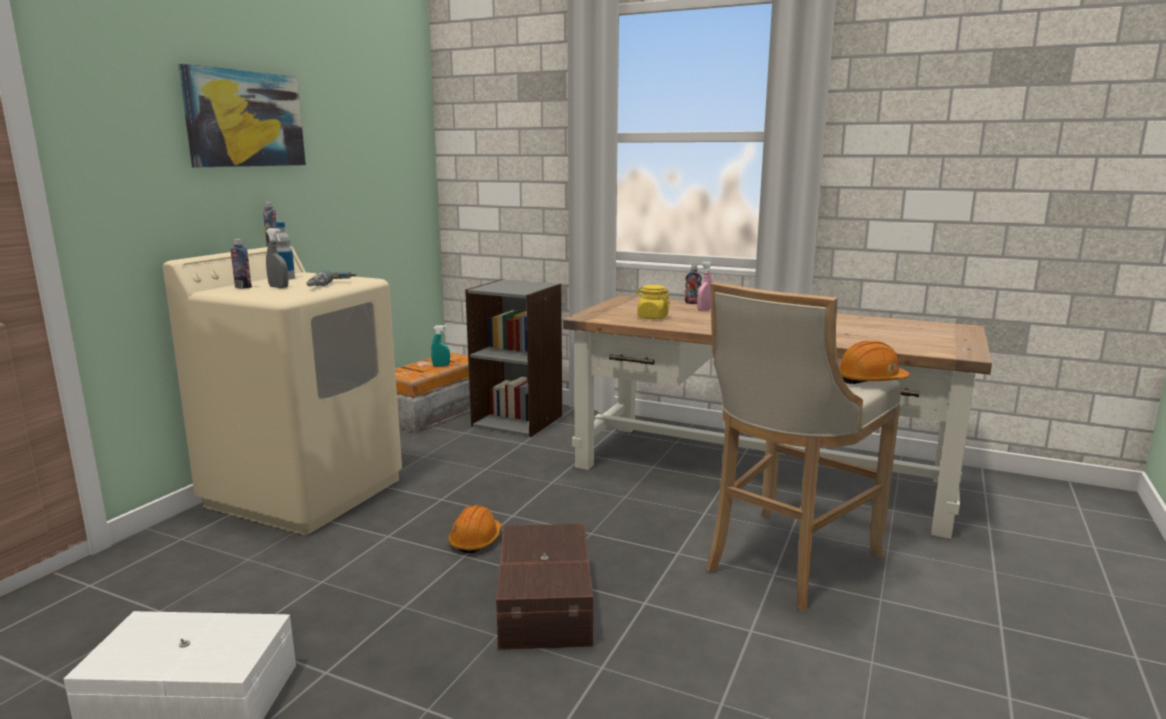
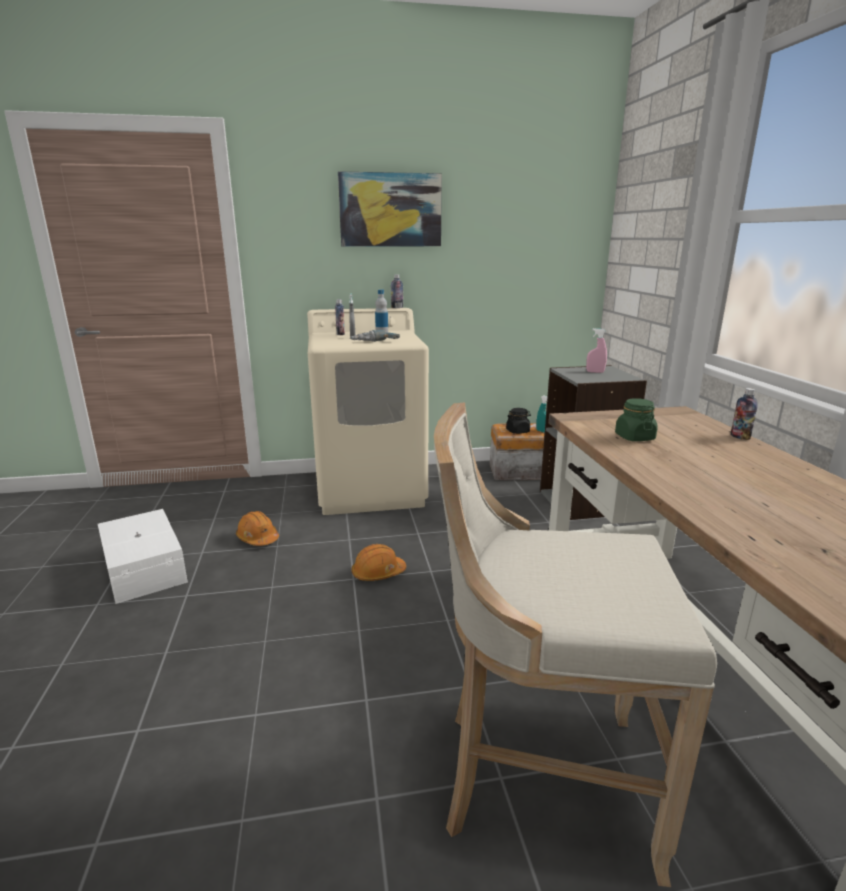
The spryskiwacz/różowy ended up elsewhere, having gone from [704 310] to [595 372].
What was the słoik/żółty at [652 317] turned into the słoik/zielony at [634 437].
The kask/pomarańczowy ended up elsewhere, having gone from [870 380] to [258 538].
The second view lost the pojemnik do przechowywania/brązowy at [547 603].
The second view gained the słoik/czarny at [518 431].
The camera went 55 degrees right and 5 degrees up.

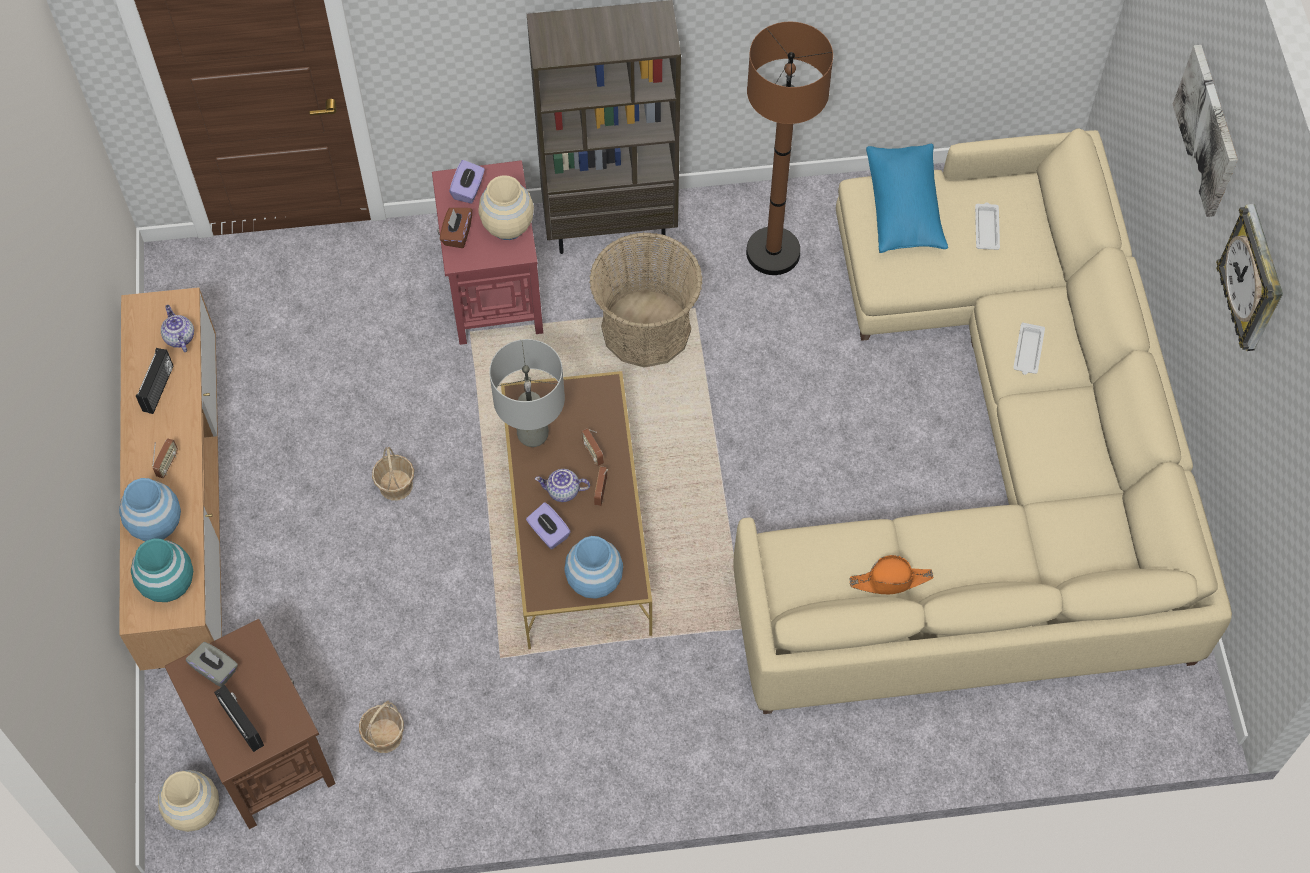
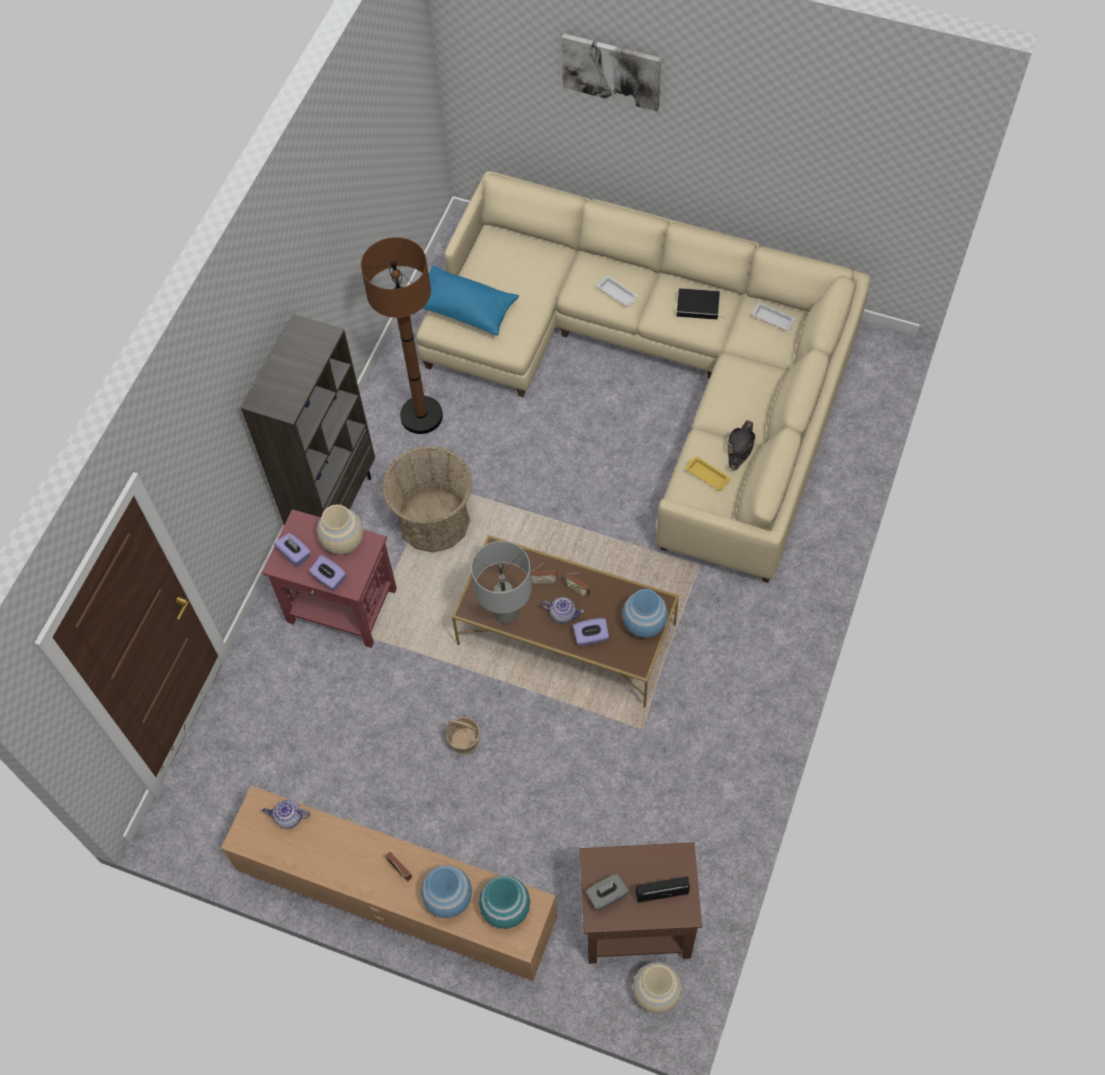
The taca/biały ended up elsewhere, having gone from [986 228] to [772 318].
The second view lost the zegar ścienny at [1253 281].
What was the pudełko chusteczek/brązowy at [457 234] turned into the pudełko chusteczek/fioletowy at [329 578].
The second view lost the radio at [159 389].
The imbryk at [563 492] ended up facing another way, 105 degrees counterclockwise from before.
What was the kapelusz/pomarańczowy at [891 580] turned into the kapelusz/czarny at [740 447].
The second view lost the koszyk at [384 736].
The second view gained the książka at [699 306].
The second view gained the taca/żółty at [706 474].
The camera went 60 degrees left and 0 degrees up.

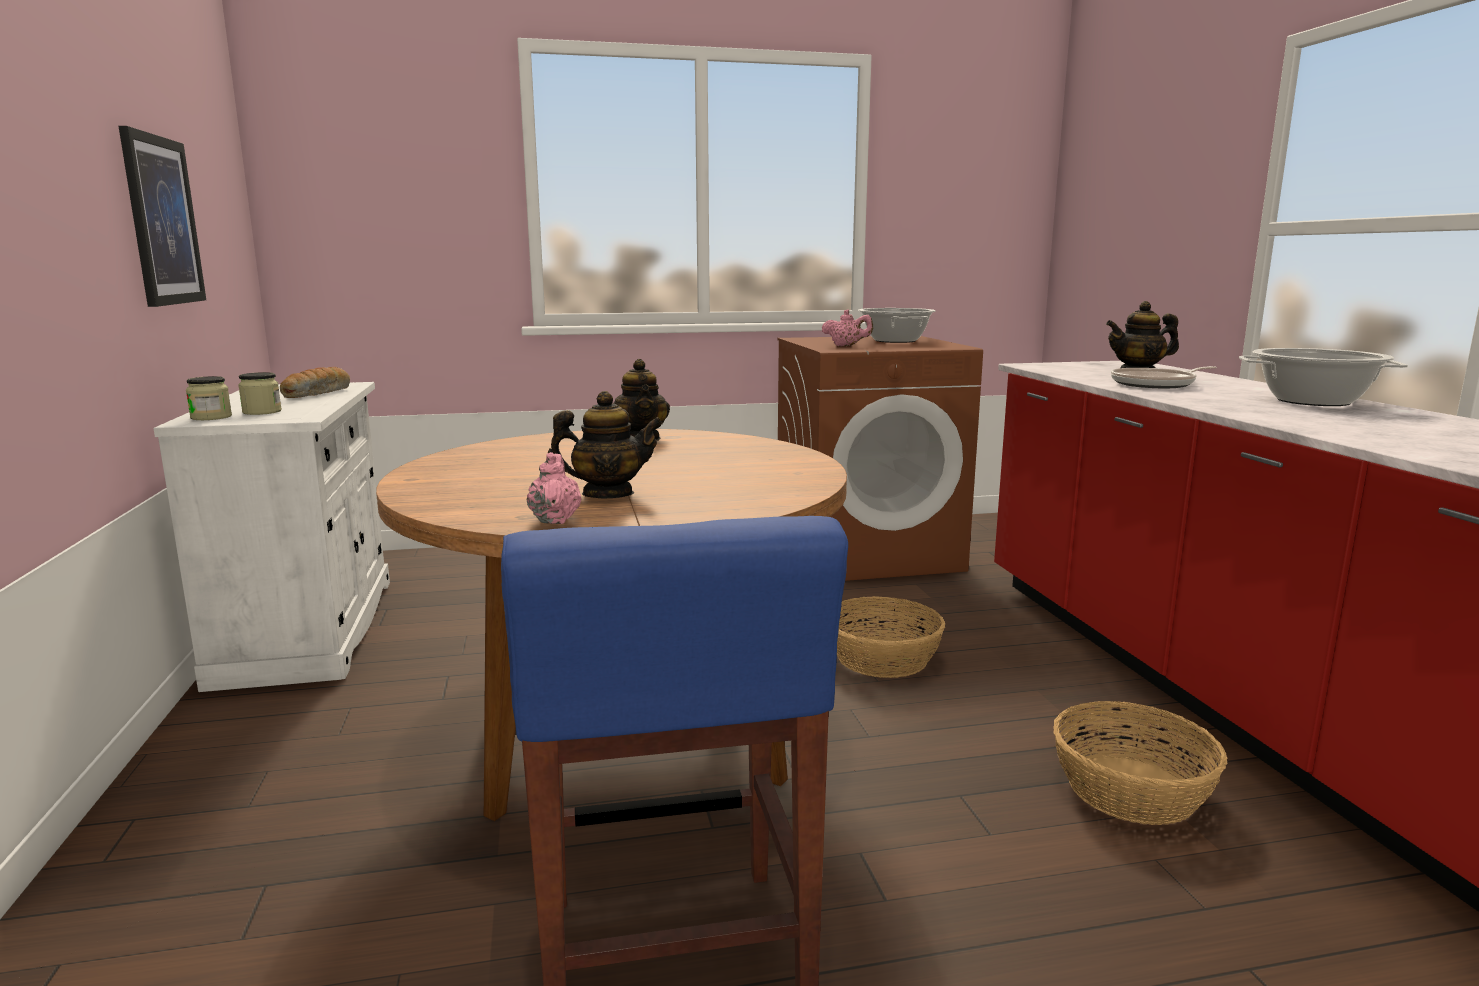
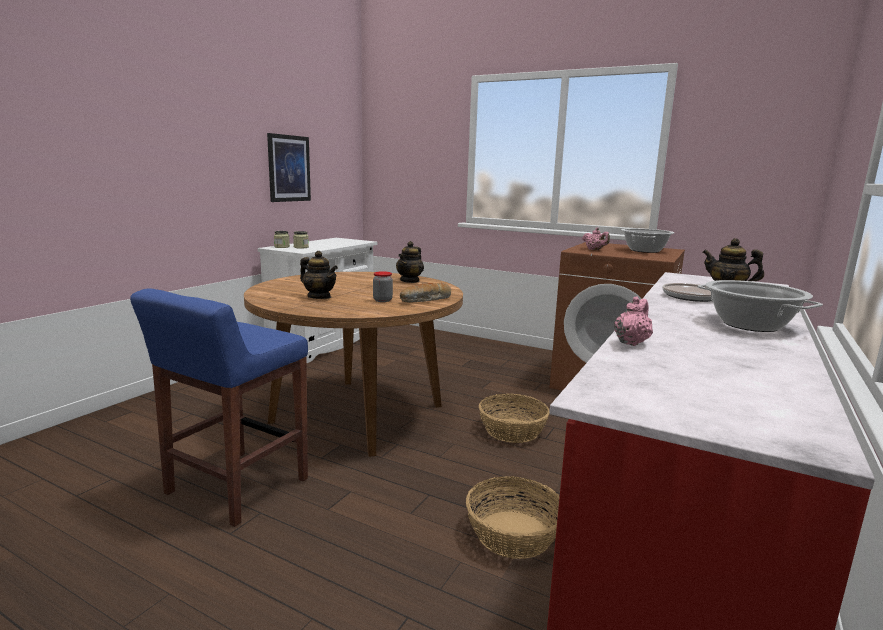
The chleb ended up elsewhere, having gone from [318 394] to [426 300].
The imbryk/różowy ended up elsewhere, having gone from [555 520] to [631 342].
The second view gained the słoik at [382 300].
The camera went 40 degrees right and 0 degrees up.

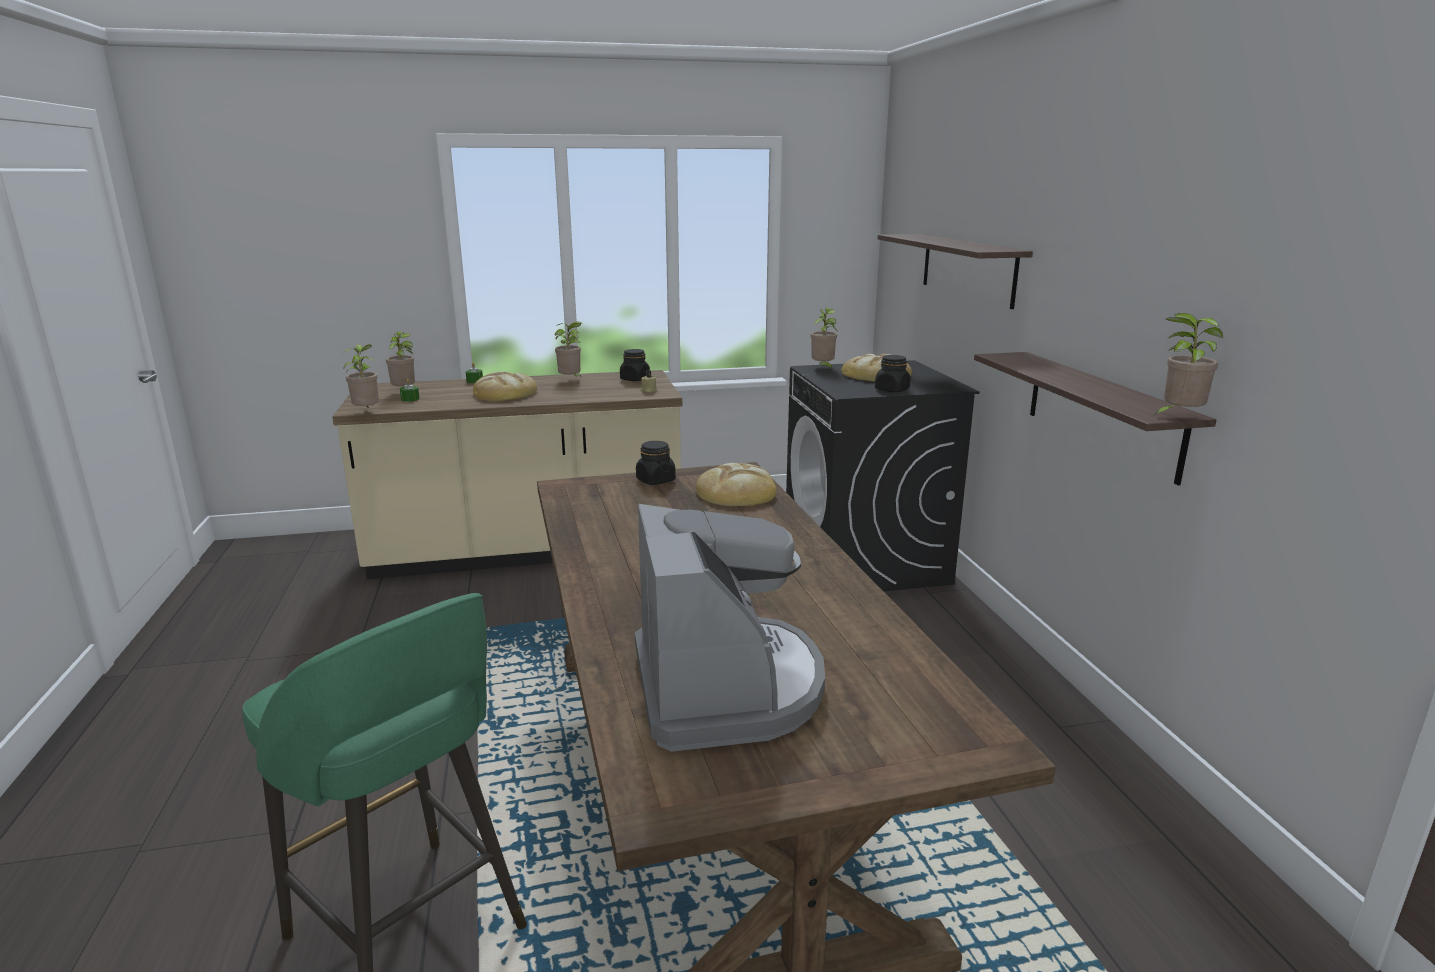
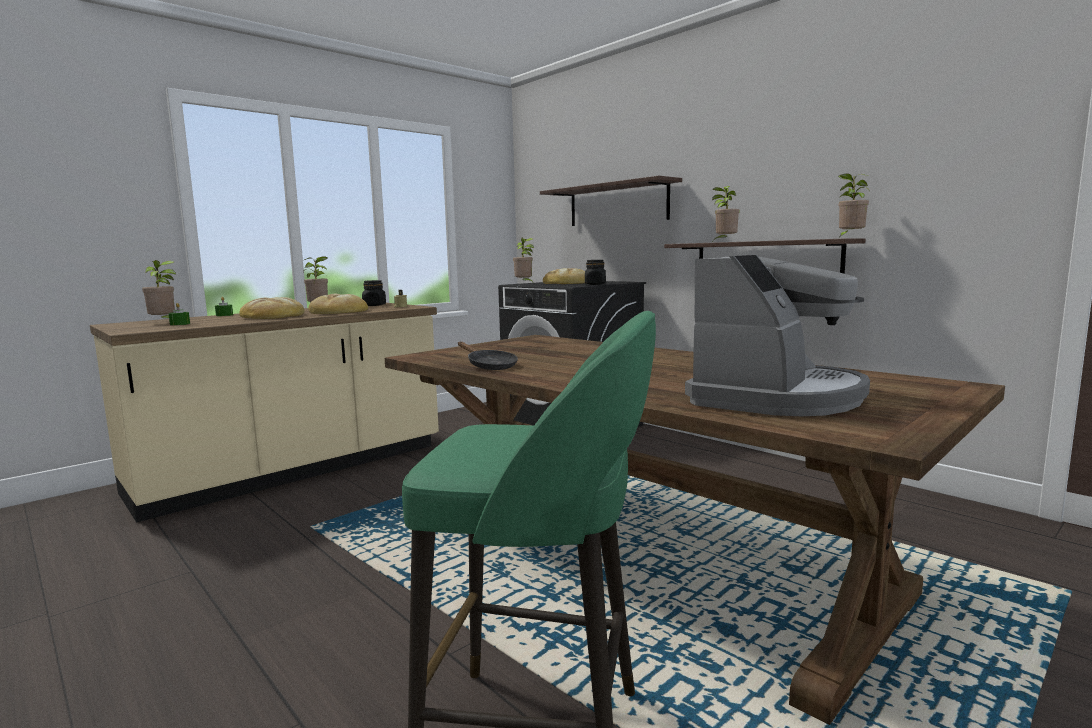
The roślina doniczkowa ended up elsewhere, having gone from [367 412] to [724 242].
The second view lost the słoik/czarny at [655 480].
The chleb ended up elsewhere, having gone from [737 492] to [339 311].
The ekspres do kawy at [726 686] ended up facing another way, 75 degrees clockwise from before.
The second view gained the patelnia/czarny at [489 366].
The camera went 30 degrees left and 10 degrees down.

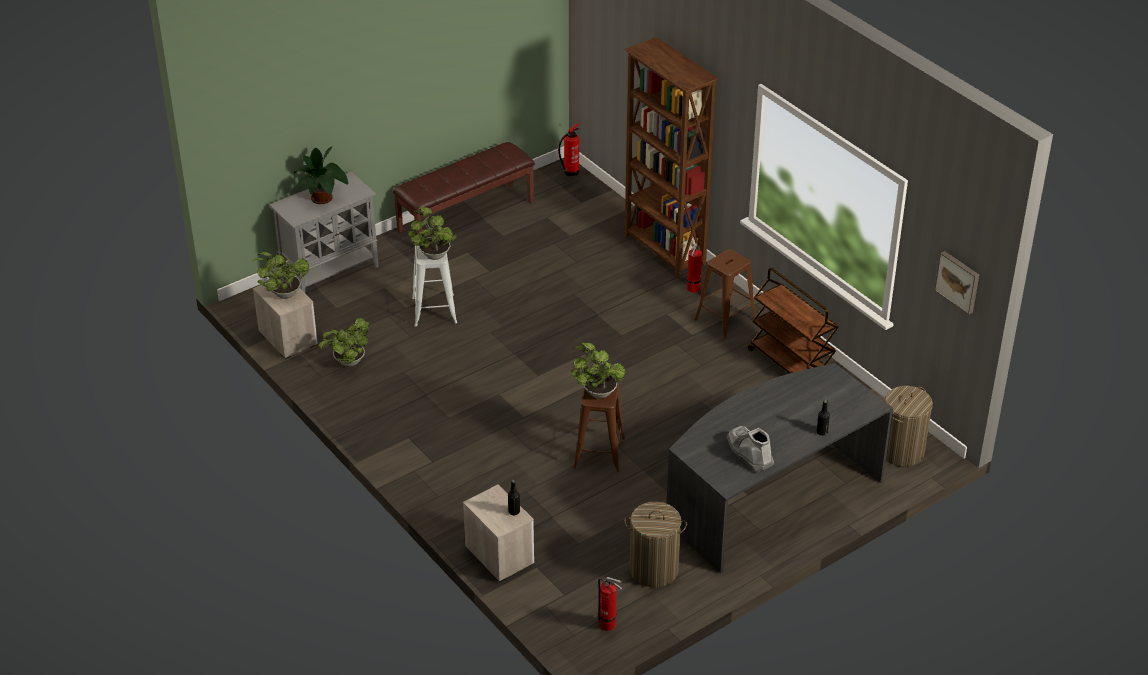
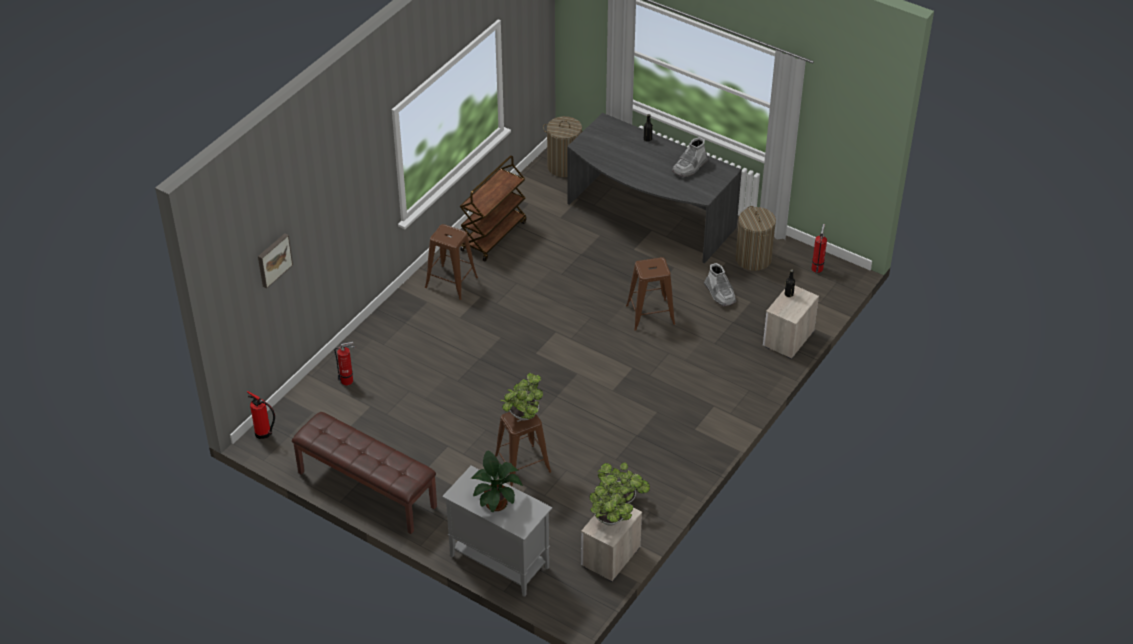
The second view lost the regał/brązowy at [664 251].
The gaśnica ended up elsewhere, having gone from [693 289] to [348 380].
What was the stołek/biały at [434 310] turned into the stołek/brązowy at [522 466].
The obraz ended up elsewhere, having gone from [958 281] to [273 259].
The second view lost the roślina doniczkowa at [597 391].
The second view gained the but z cholewką/szary at [720 294].
The camera went 110 degrees left and 5 degrees up.

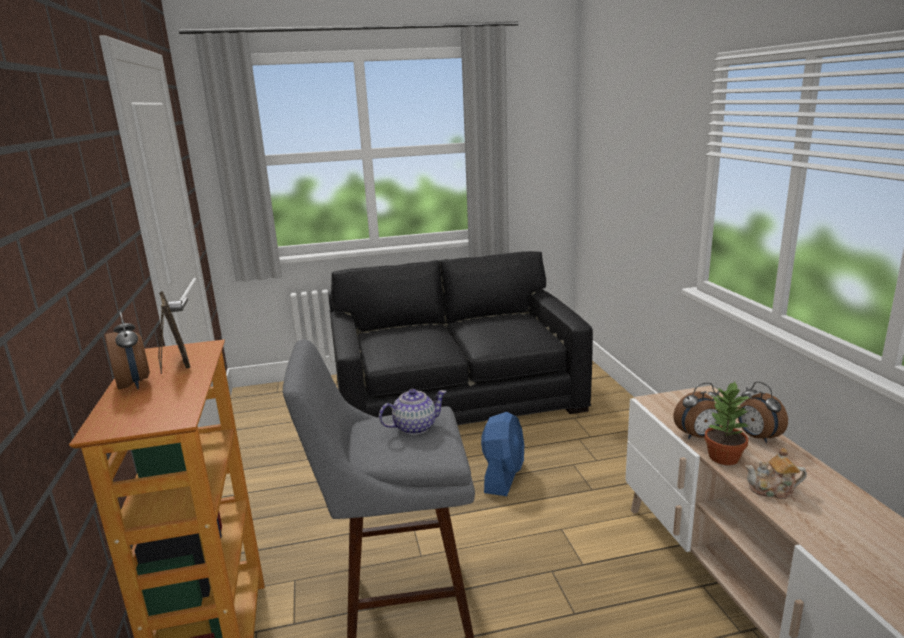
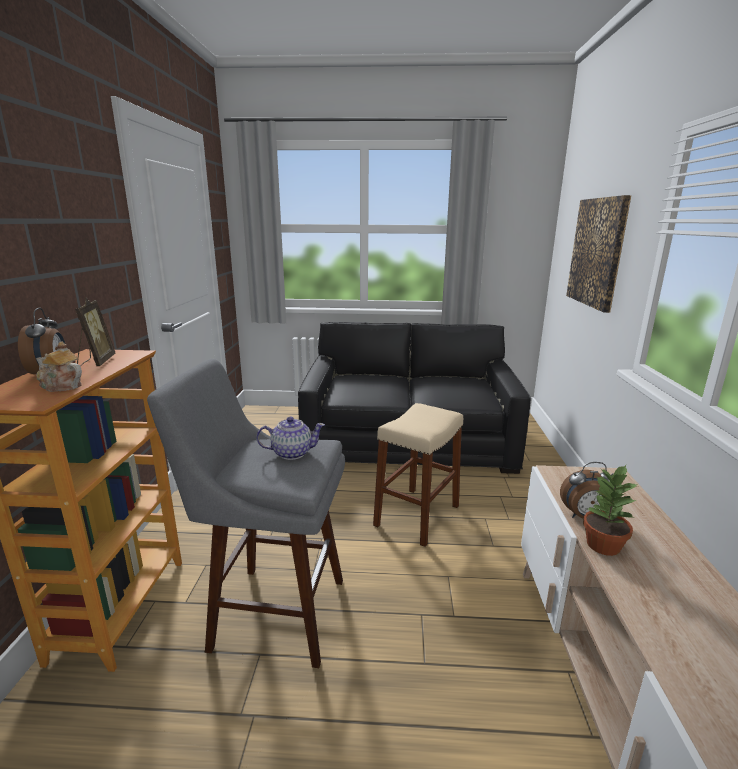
The second view lost the budzik at [757 437].
Where the wentylator/niebieski stood at [503 476], the stołek/beżowy came to stand at [417 515].
The imbryk ended up elsewhere, having gone from [773 490] to [61 386].
The second view gained the obraz at [597 252].
The camera went 15 degrees right and 0 degrees up.

